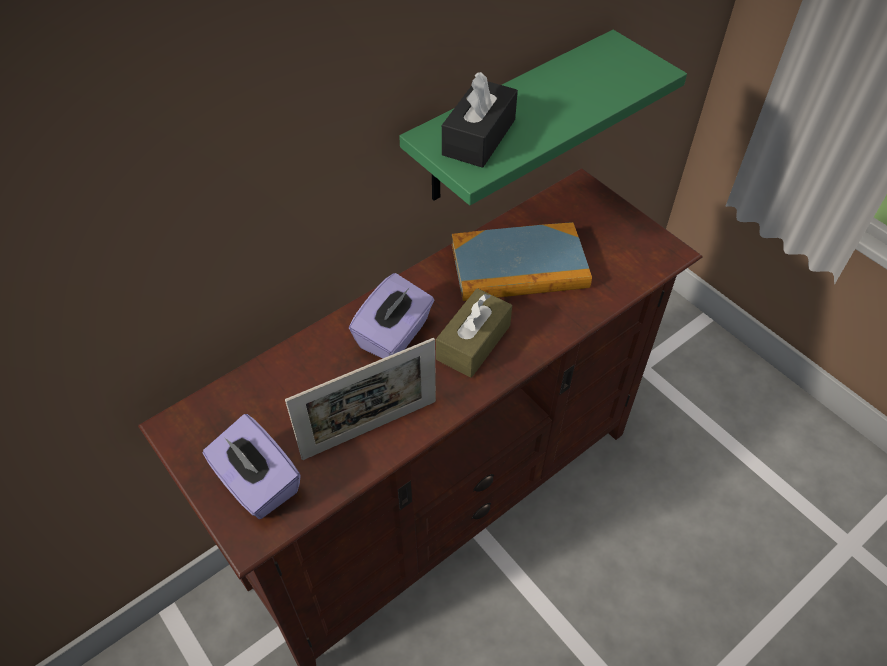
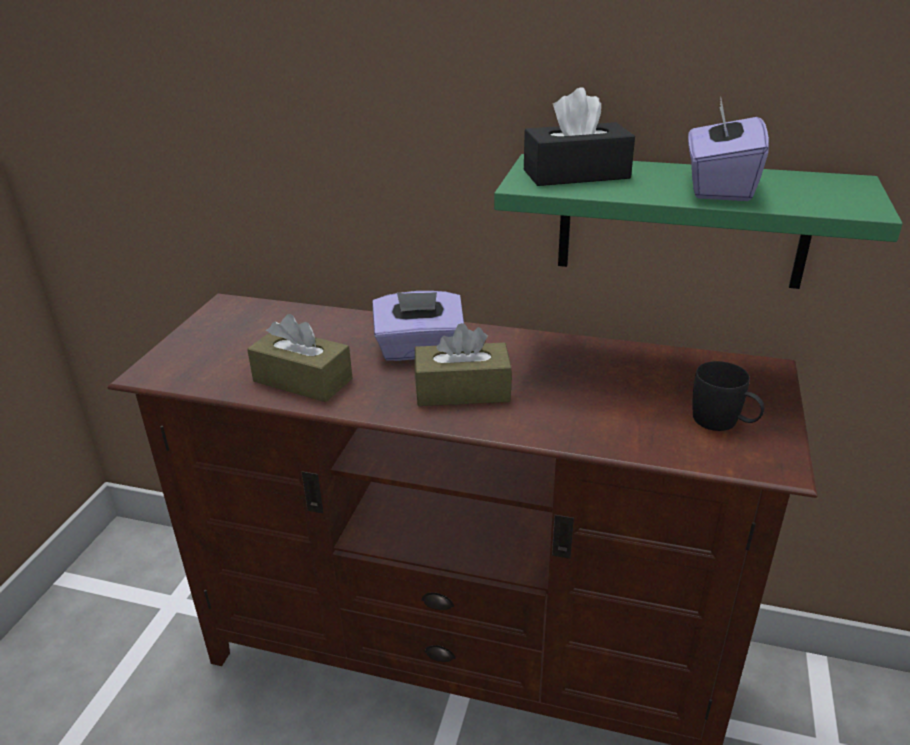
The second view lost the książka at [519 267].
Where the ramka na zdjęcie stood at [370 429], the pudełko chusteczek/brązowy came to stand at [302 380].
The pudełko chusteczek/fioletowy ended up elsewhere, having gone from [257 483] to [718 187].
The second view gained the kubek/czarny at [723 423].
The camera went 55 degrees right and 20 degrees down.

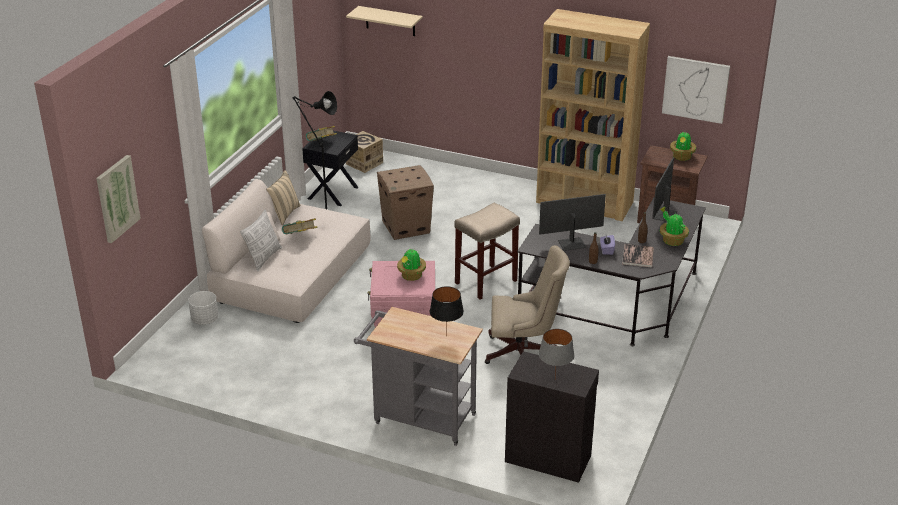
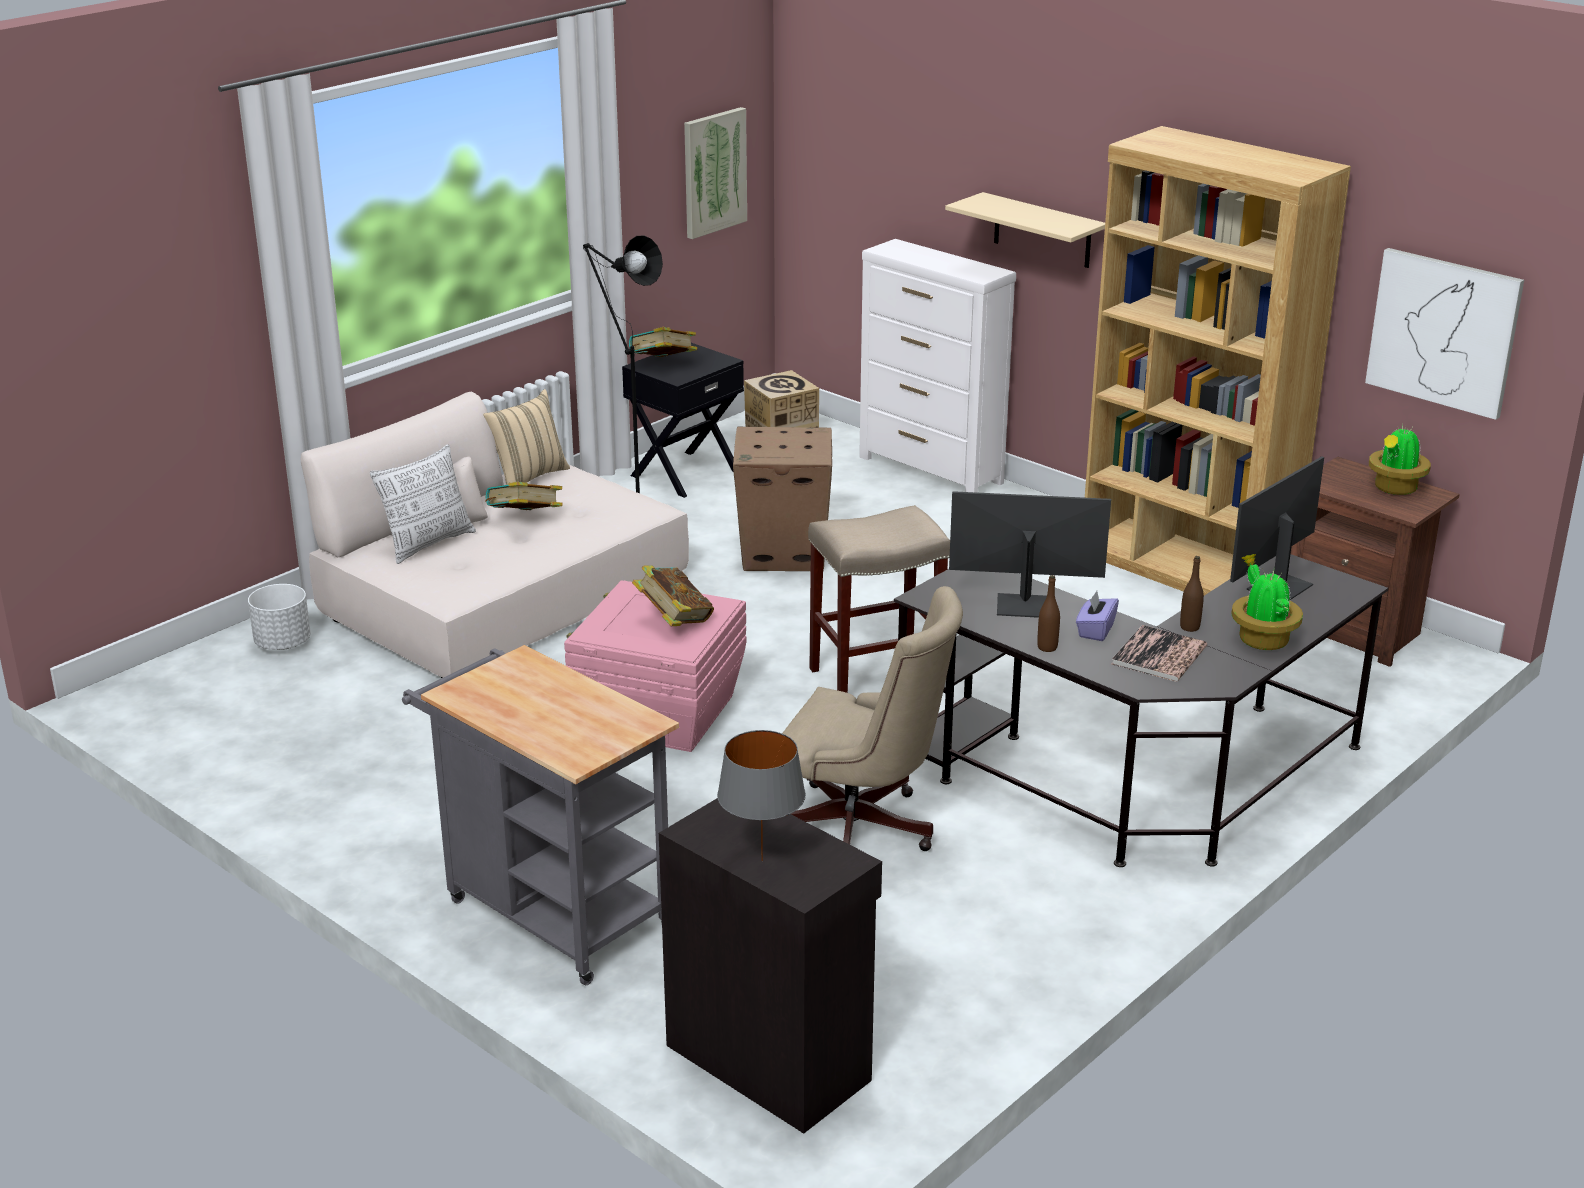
The półka/beżowy ended up elsewhere, having gone from [390 21] to [1042 231].
The obraz ended up elsewhere, having gone from [117 198] to [714 172].
Where the roślina doniczkowa stood at [411 276], the książka came to stand at [674 621].
The second view lost the lampa stołowa/czarny at [446 336].
The second view gained the komoda/biały at [931 470].
The camera went 20 degrees right and 5 degrees down.

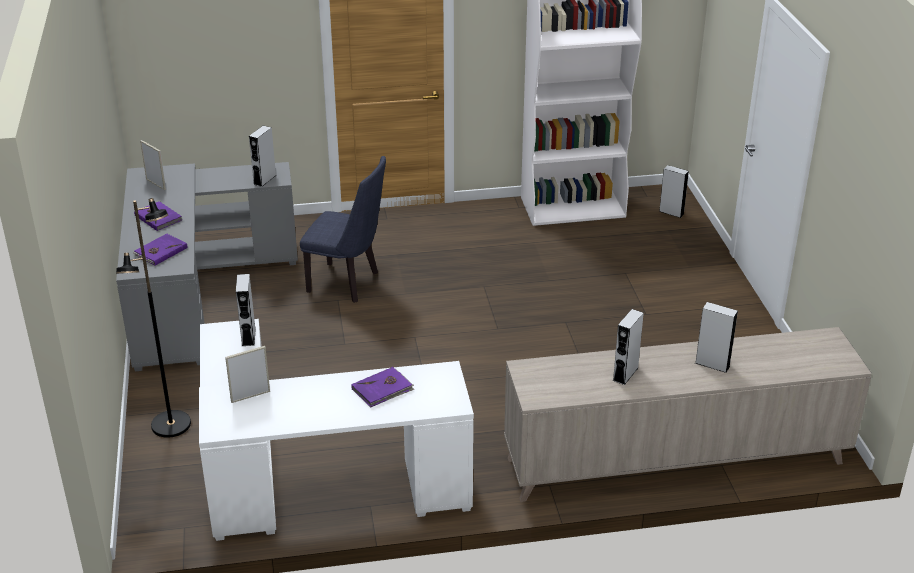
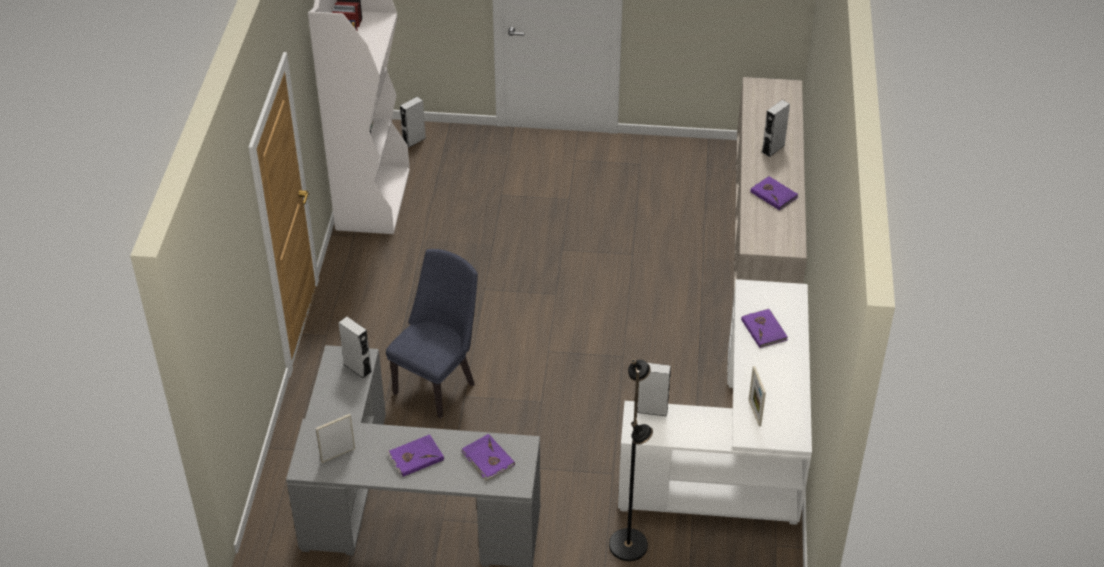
Where the głośnik/szary stood at [625 374], the książka/fioletowy came to stand at [774 194].
The camera went 75 degrees left and 10 degrees up.

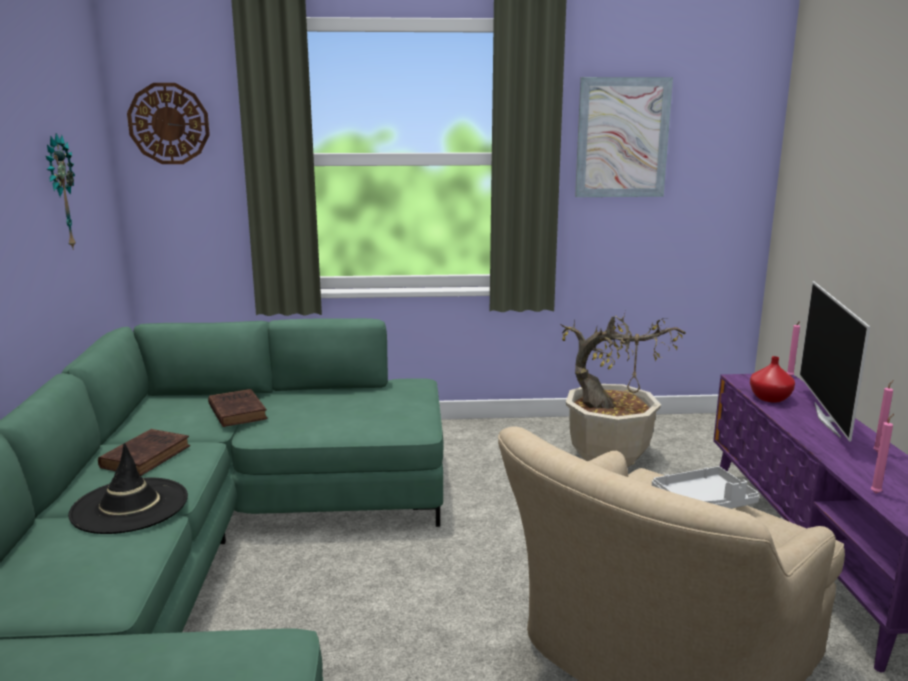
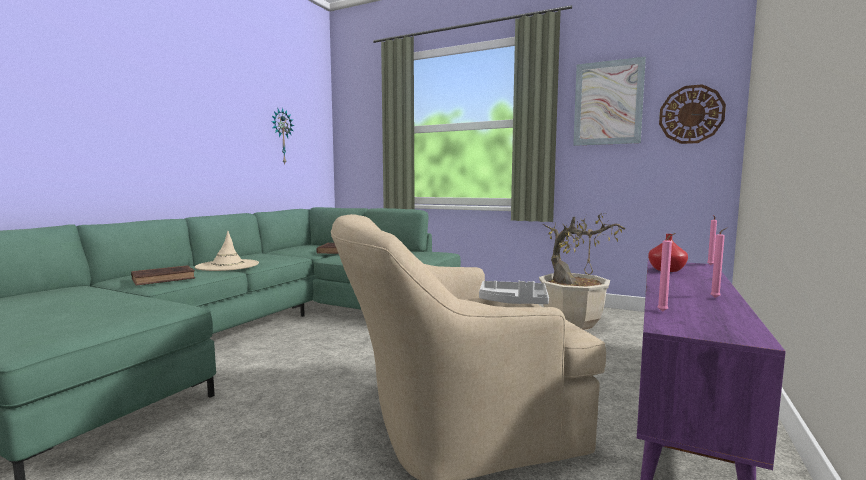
The zegar ścienny ended up elsewhere, having gone from [169 124] to [691 114].
The second view lost the telewizor at [828 420].
The książka/brązowy ended up elsewhere, having gone from [147 456] to [165 279].
What was the kapelusz/czarny at [129 506] turned into the kapelusz/beżowy at [227 266].
The camera went 30 degrees right and 10 degrees down.

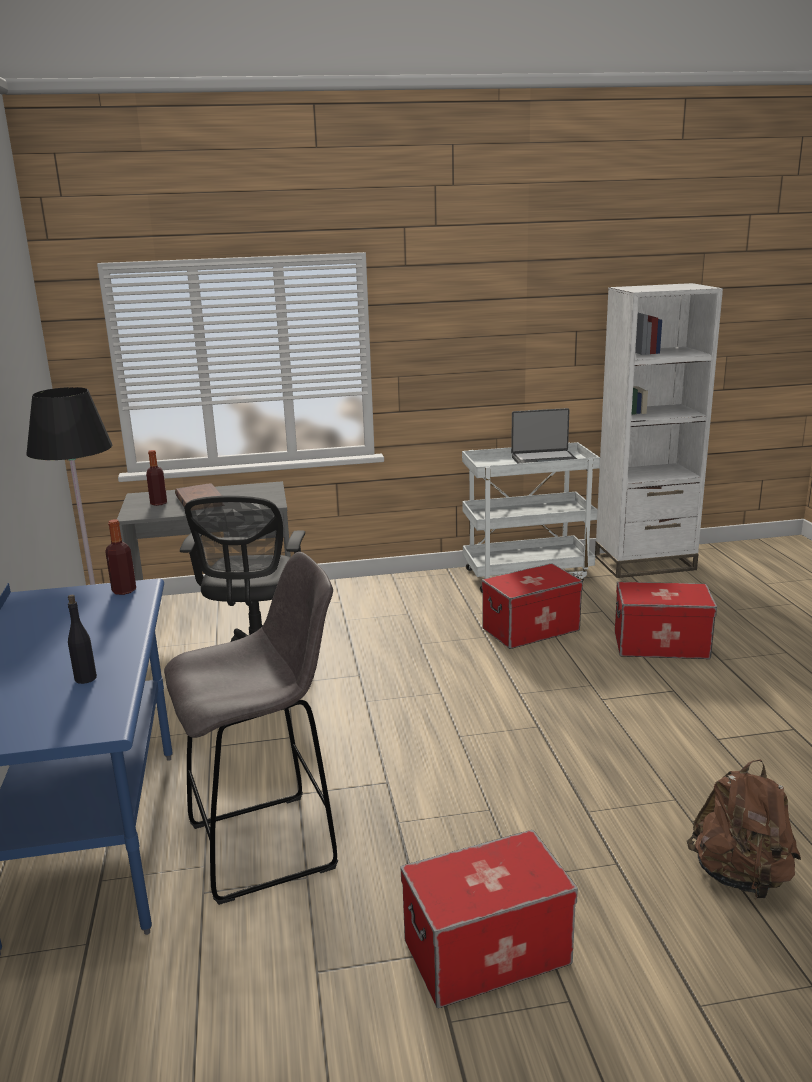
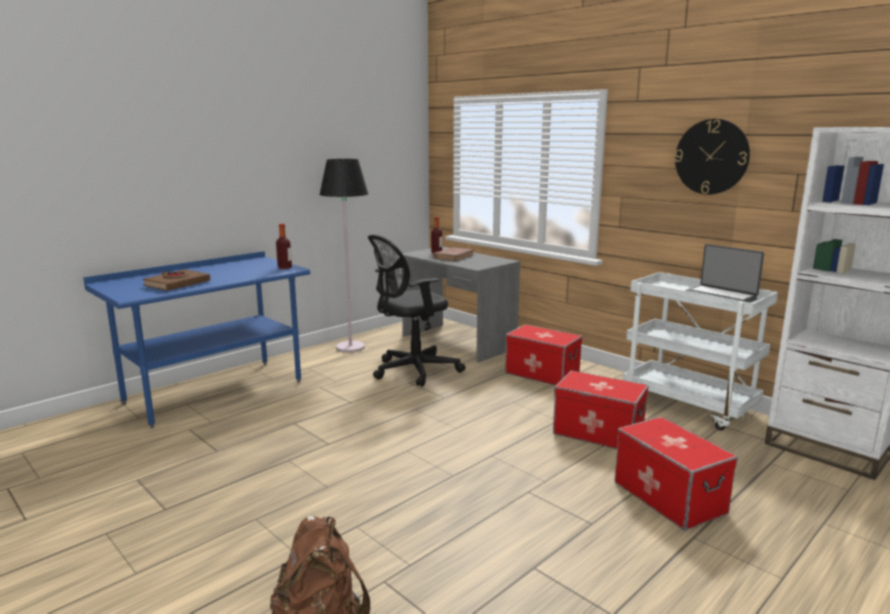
The second view lost the stołek/szary at [268 845].
Where the butelka/czarny stood at [85 678], the książka/brązowy came to stand at [177 284].
The pojemnik do przechowywania ended up elsewhere, having gone from [487 953] to [541 374].
The second view gained the zegar ścienny at [711 157].
The camera went 55 degrees right and 5 degrees down.

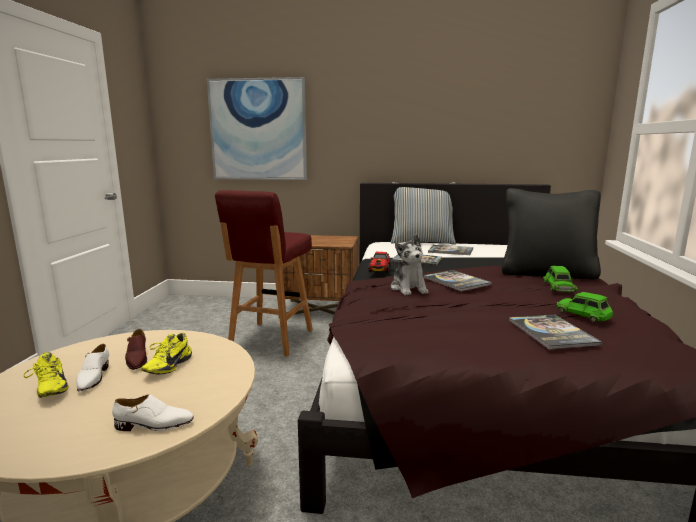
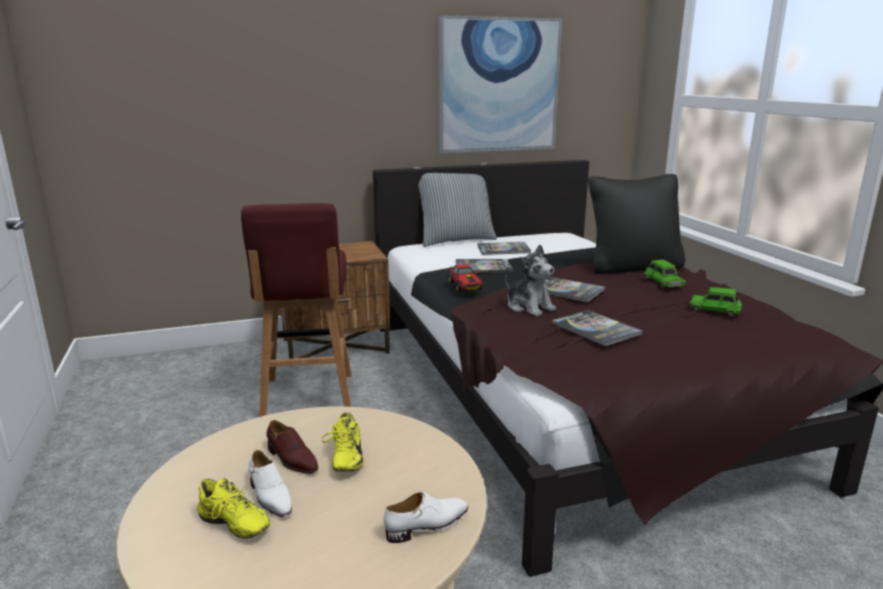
The obraz ended up elsewhere, having gone from [258 130] to [498 86].
The książka ended up elsewhere, having gone from [551 332] to [596 329].
The camera went 25 degrees left and 5 degrees up.

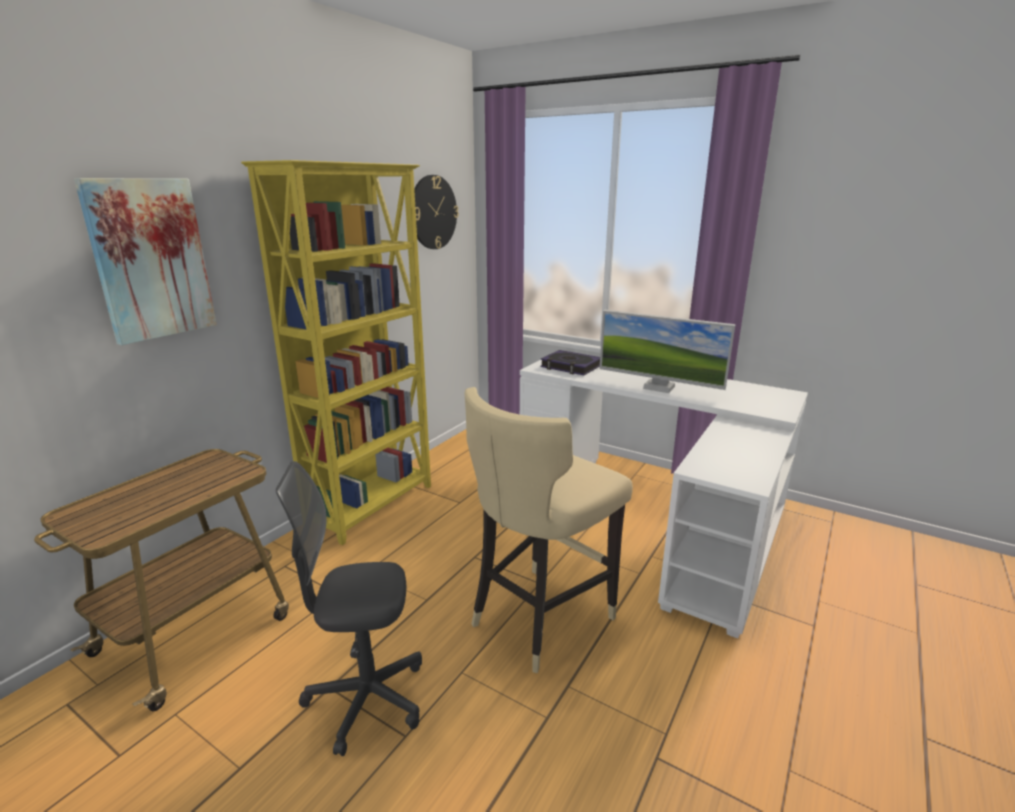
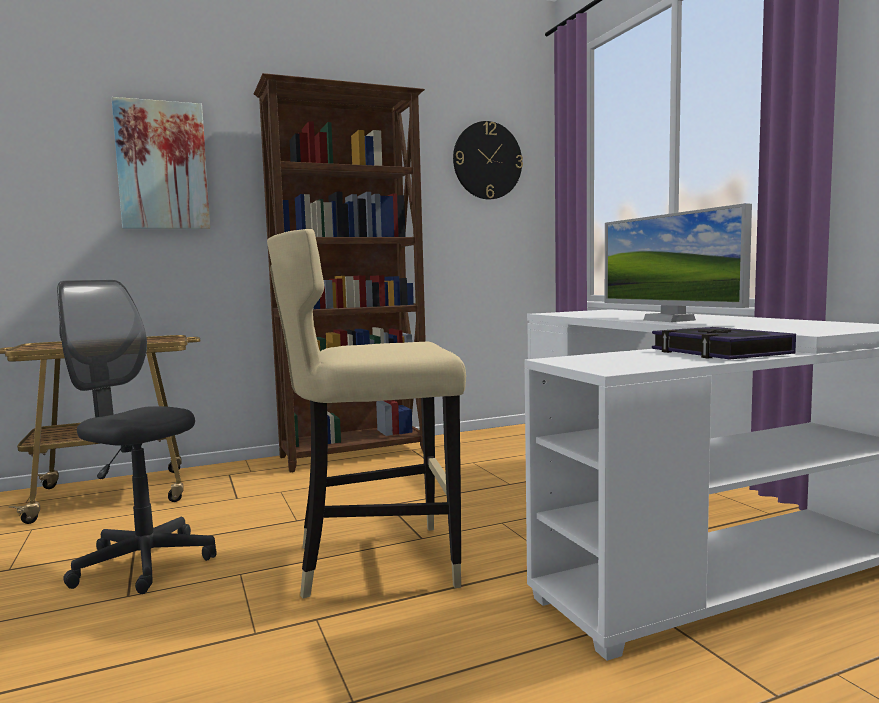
What was the regał/żółty at [373 505] turned into the regał/brązowy at [356 455].
The książka ended up elsewhere, having gone from [570 367] to [719 352].
The camera went 35 degrees right and 15 degrees down.

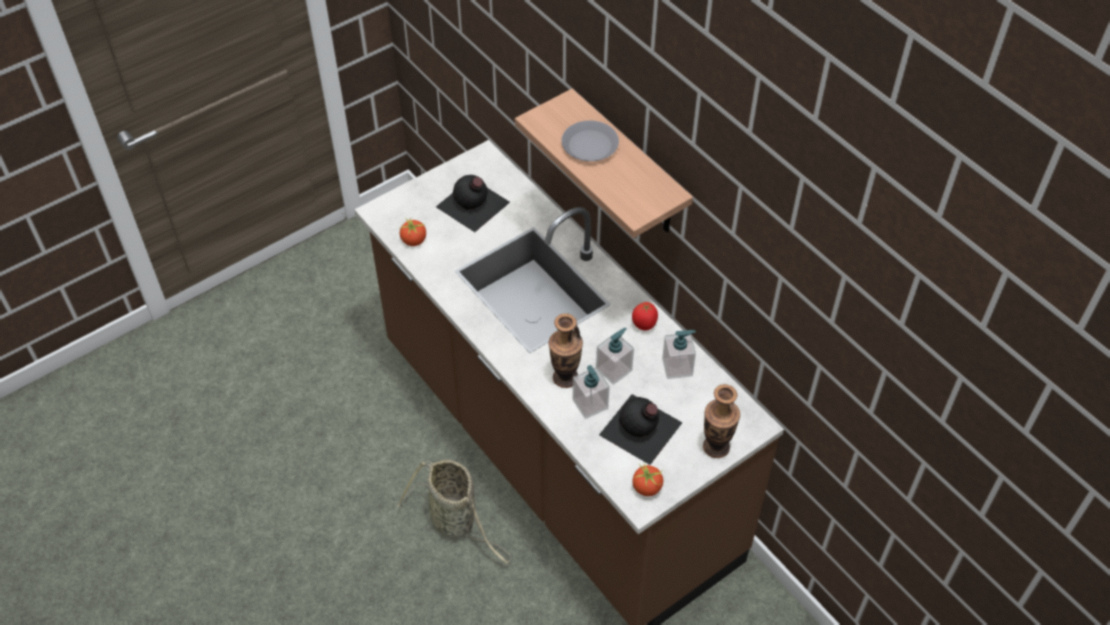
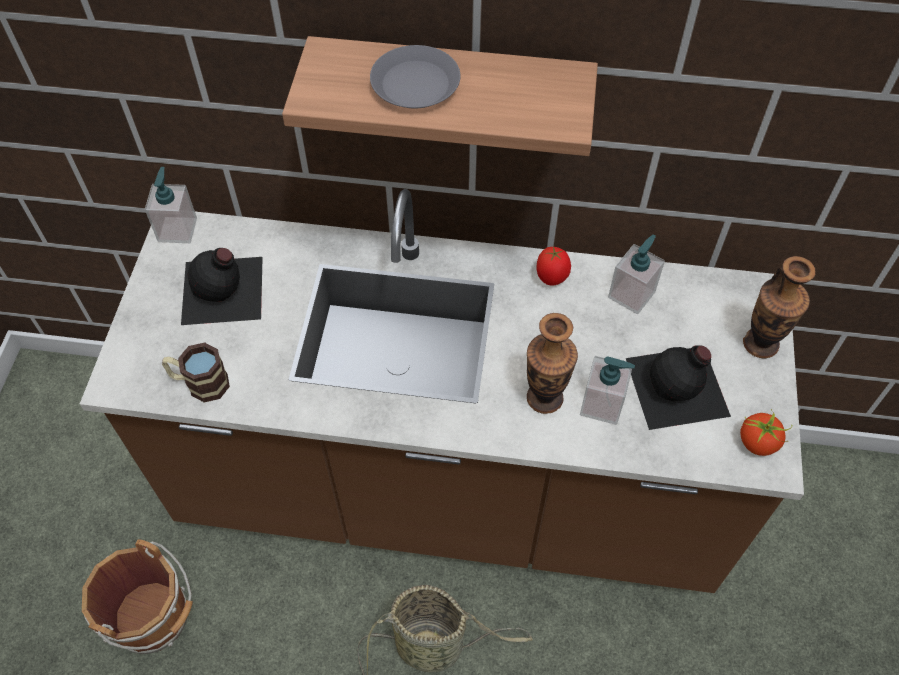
Where the pomidor stood at [414 241], the kubek came to stand at [200 383].
The dozownik mydła ended up elsewhere, having gone from [614 370] to [177 229].
The second view gained the wiadro/brązowy at [155 618].
The camera went 45 degrees left and 5 degrees up.

